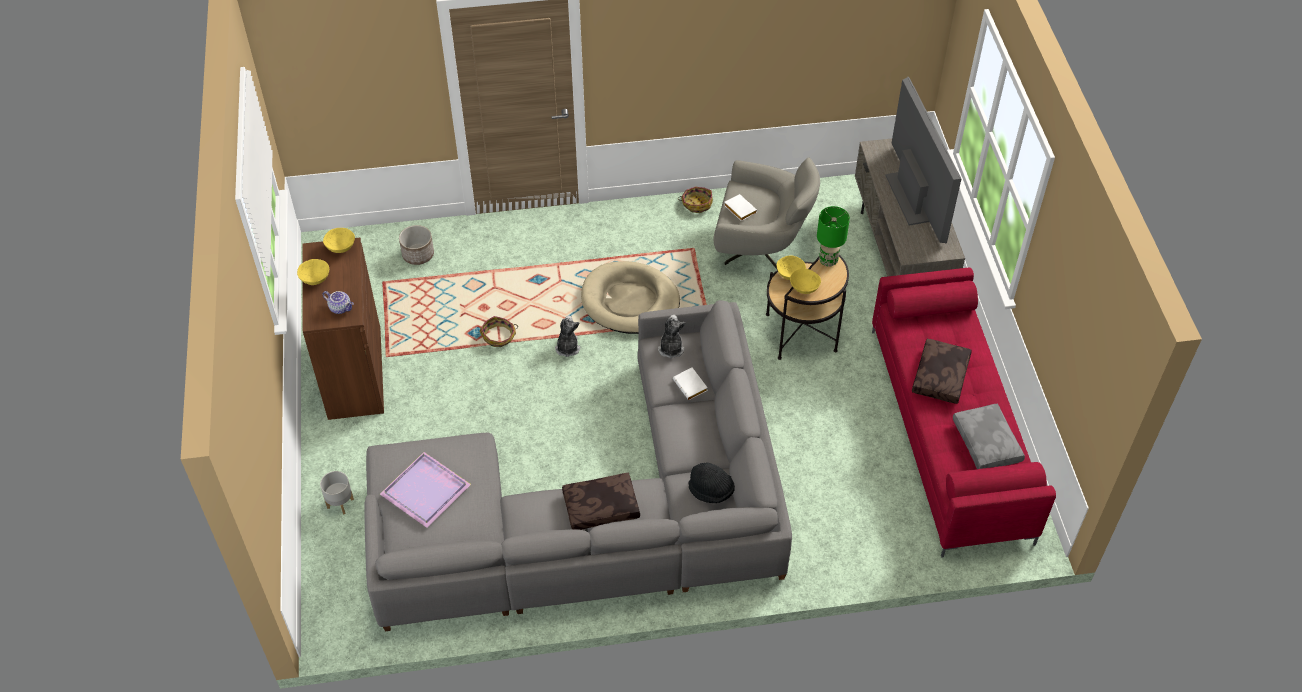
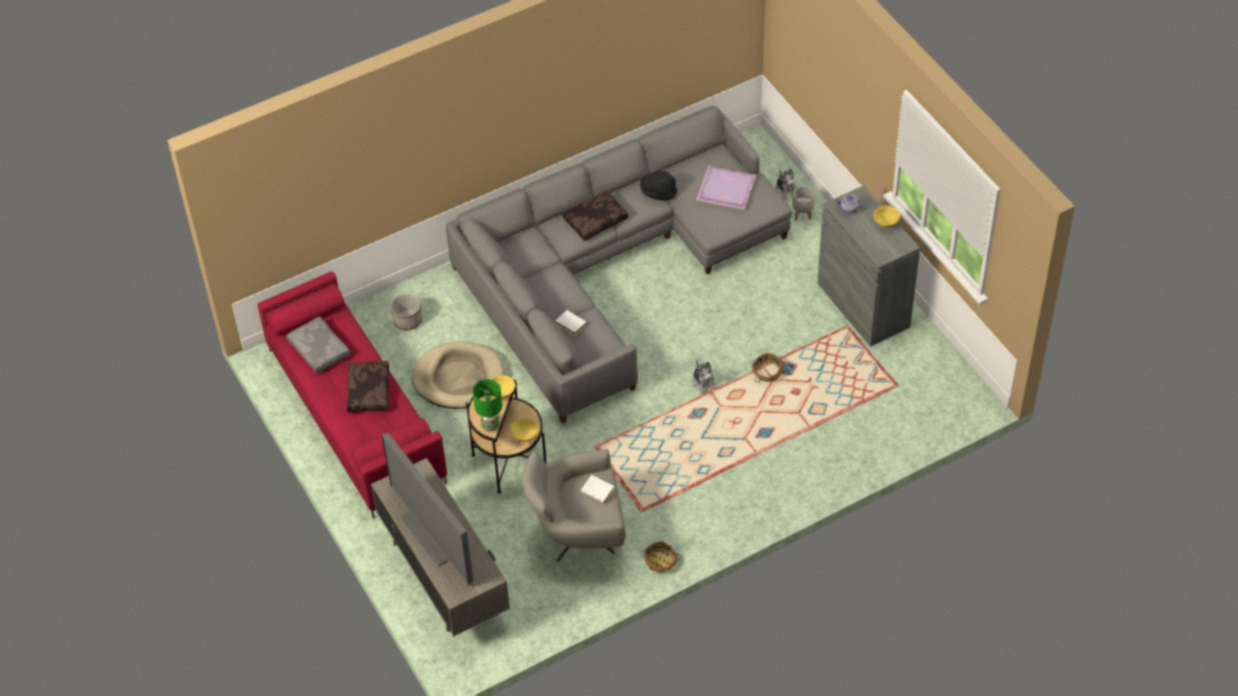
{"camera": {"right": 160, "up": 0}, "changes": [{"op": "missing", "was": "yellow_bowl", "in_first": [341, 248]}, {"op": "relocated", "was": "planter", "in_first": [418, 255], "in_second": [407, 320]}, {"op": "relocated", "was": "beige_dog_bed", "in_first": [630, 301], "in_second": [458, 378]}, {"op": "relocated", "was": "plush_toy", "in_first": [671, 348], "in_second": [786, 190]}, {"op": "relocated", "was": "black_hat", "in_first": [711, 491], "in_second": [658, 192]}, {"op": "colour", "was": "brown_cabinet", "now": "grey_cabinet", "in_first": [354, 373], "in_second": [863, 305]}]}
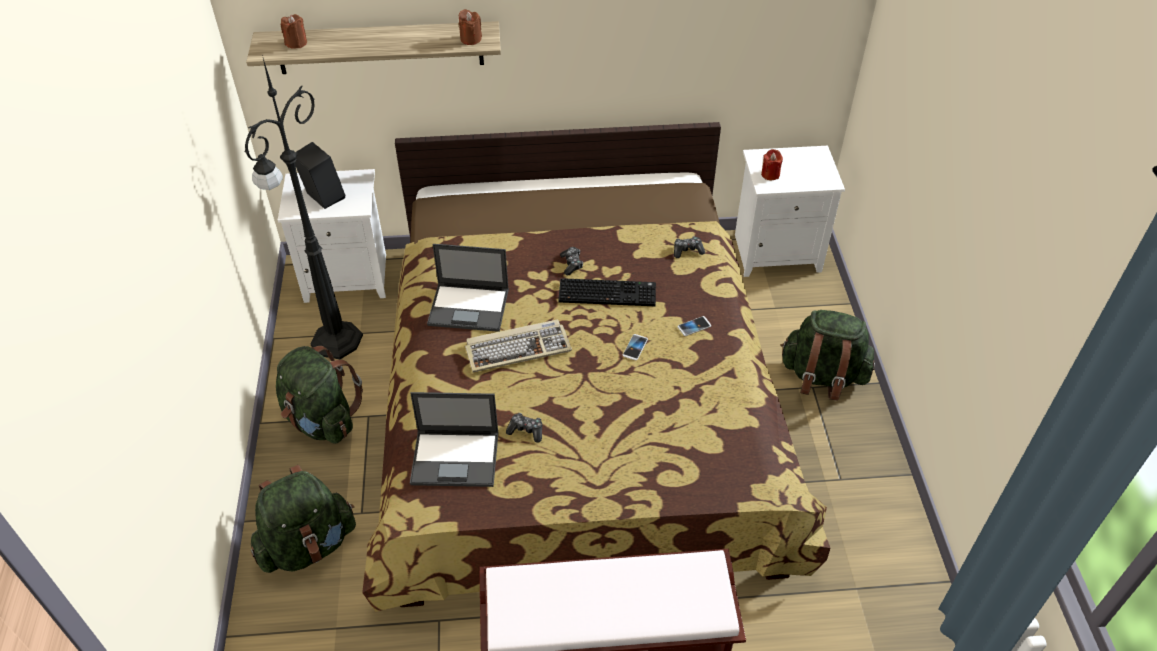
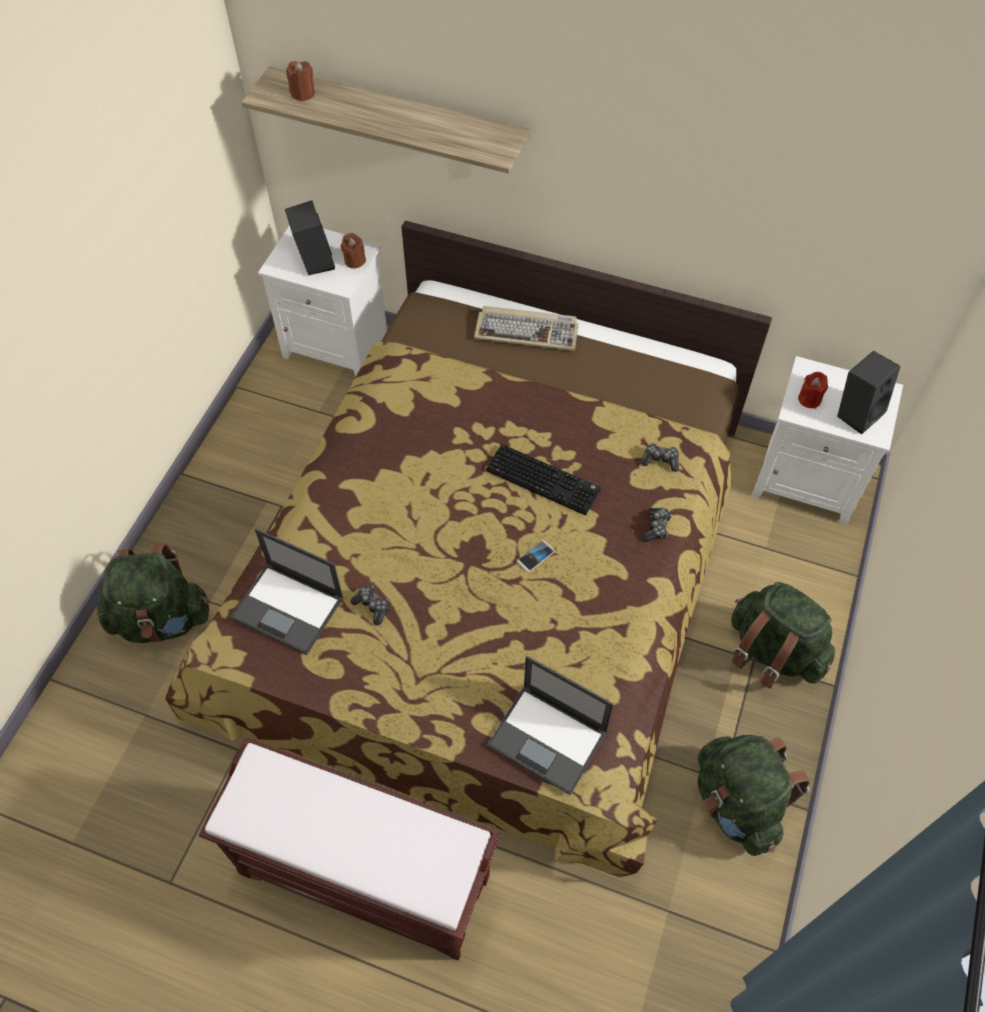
{"camera": {"right": 25, "up": 10}, "changes": [{"op": "missing", "was": "black_floor_lamp", "in_first": [335, 342]}, {"op": "missing", "was": "phone", "in_first": [694, 326]}, {"op": "appeared", "now": "black_speaker", "in_second": [857, 412]}, {"op": "relocated", "was": "green_backpack", "in_first": [322, 420], "in_second": [737, 803]}, {"op": "relocated", "was": "laptop", "in_first": [470, 307], "in_second": [549, 739]}, {"op": "relocated", "was": "brown_candle", "in_first": [470, 39], "in_second": [354, 261]}, {"op": "relocated", "was": "keyboard", "in_first": [518, 348], "in_second": [527, 331]}, {"op": "relocated", "was": "game_controller", "in_first": [571, 264], "in_second": [656, 527]}]}
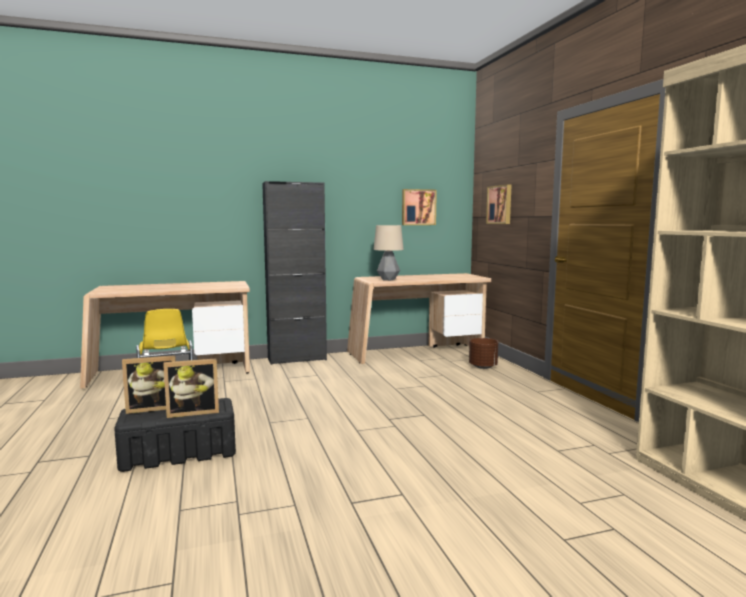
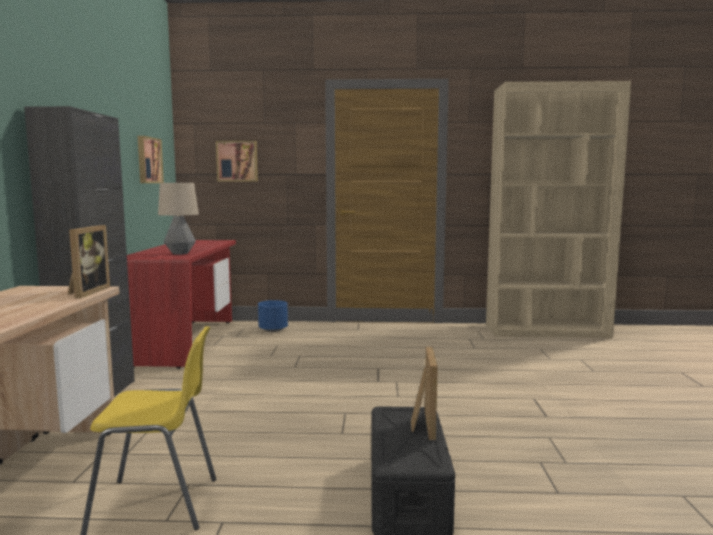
{"camera": {"right": -70, "up": 0}, "changes": [{"op": "relocated", "was": "picture_frame", "in_first": [153, 408], "in_second": [86, 292]}, {"op": "colour", "was": "beige_desk", "now": "red_desk", "in_first": [417, 353], "in_second": [186, 341]}, {"op": "colour", "was": "brown_planter", "now": "blue_planter", "in_first": [483, 367], "in_second": [273, 330]}]}
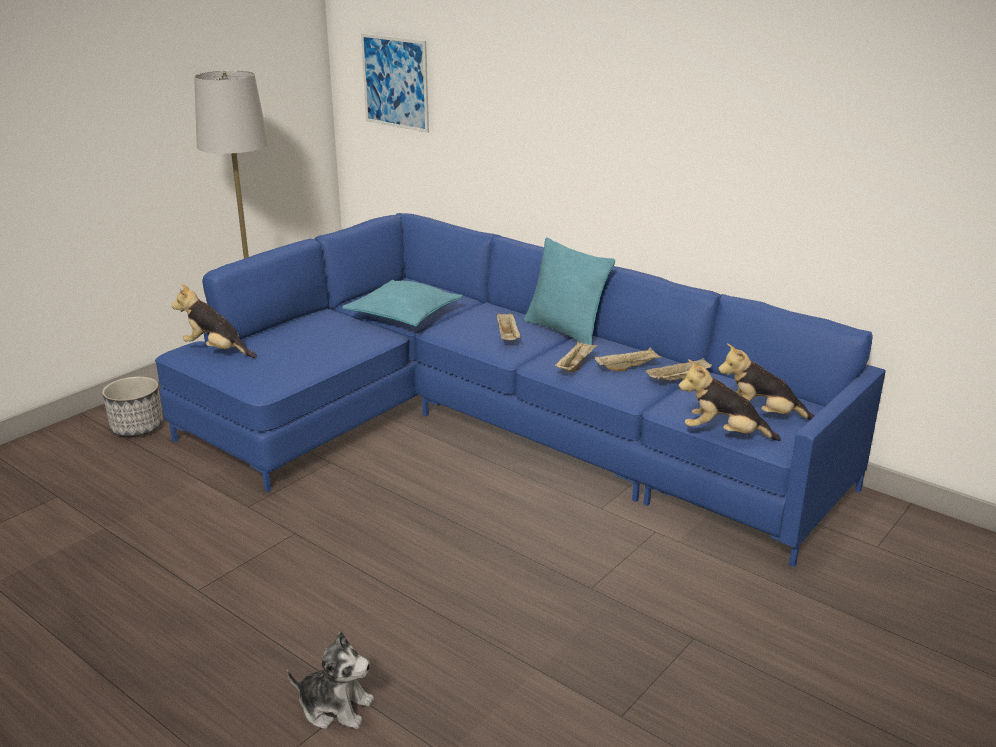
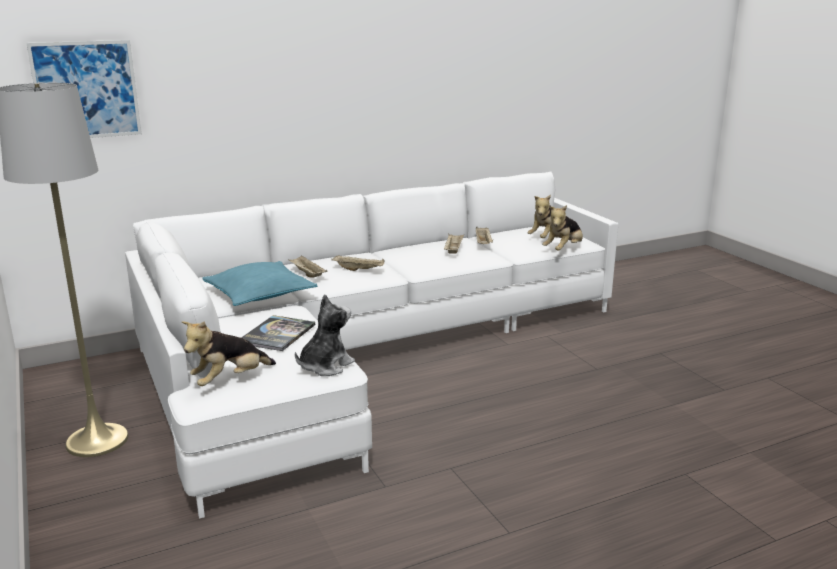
{"camera": {"right": -65, "up": -5}, "changes": [{"op": "missing", "was": "planter", "in_first": [138, 427]}, {"op": "missing", "was": "turquoise_pillow", "in_first": [565, 331]}, {"op": "appeared", "now": "book", "in_second": [277, 334]}, {"op": "relocated", "was": "plush_toy", "in_first": [335, 707], "in_second": [325, 366]}, {"op": "relocated", "was": "beige_tray", "in_first": [575, 366], "in_second": [307, 274]}, {"op": "colour", "was": "blue_sofa", "now": "white_sofa", "in_first": [491, 427], "in_second": [360, 354]}]}
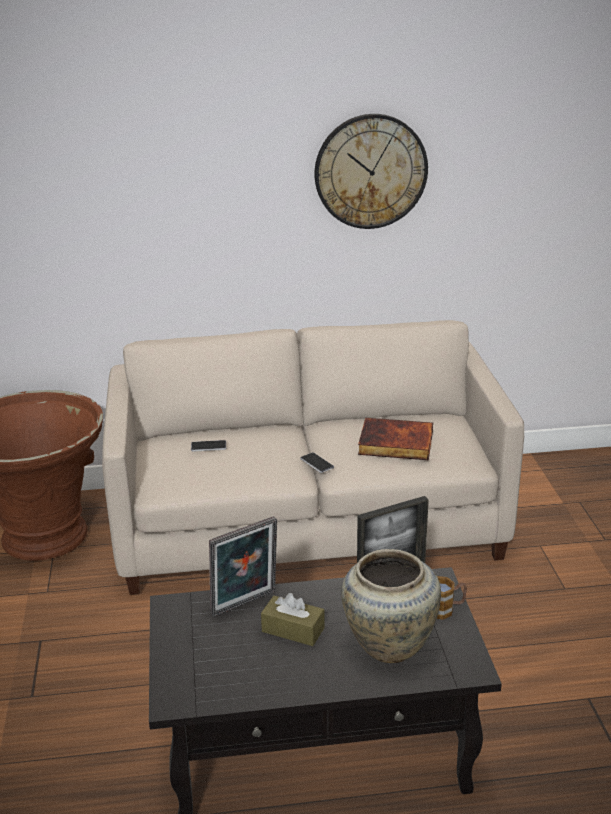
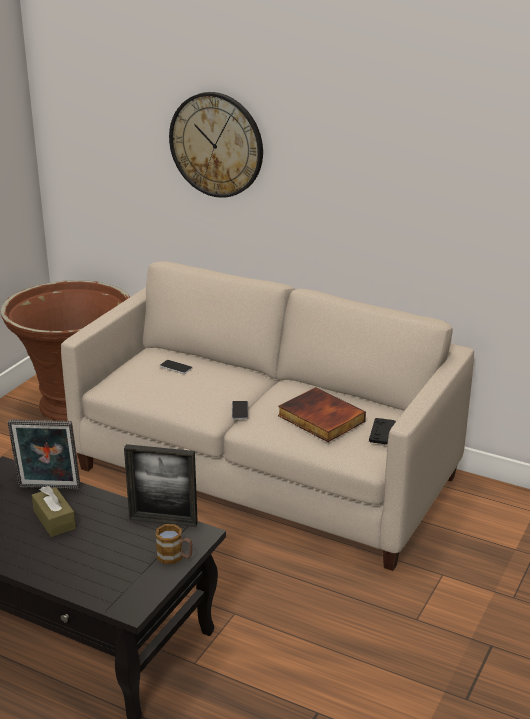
{"camera": {"right": 35, "up": 0}, "changes": [{"op": "missing", "was": "beige_vase", "in_first": [389, 642]}, {"op": "appeared", "now": "black_game_controller", "in_second": [382, 432]}, {"op": "relocated", "was": "wall_clock", "in_first": [370, 171], "in_second": [216, 144]}]}
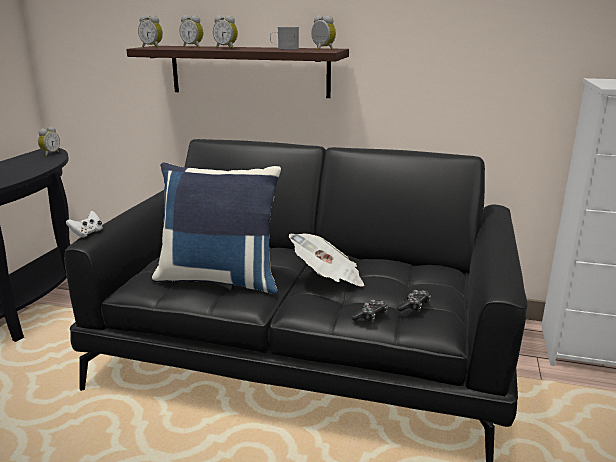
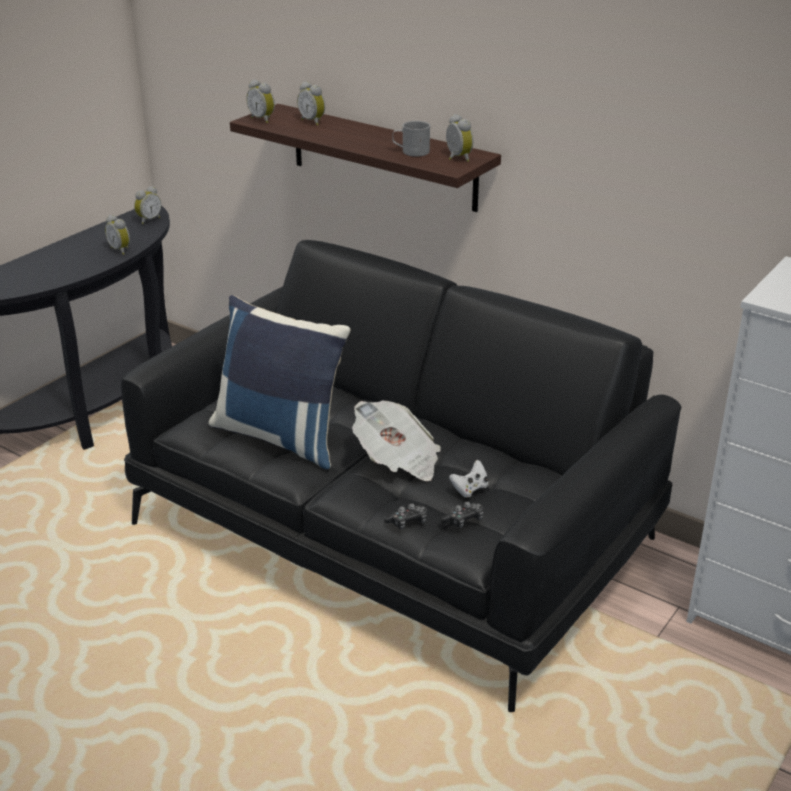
{"camera": {"right": 20, "up": 10}, "changes": [{"op": "relocated", "was": "white_game_controller", "in_first": [87, 233], "in_second": [470, 489]}, {"op": "relocated", "was": "alarm_clock", "in_first": [226, 48], "in_second": [121, 250]}]}
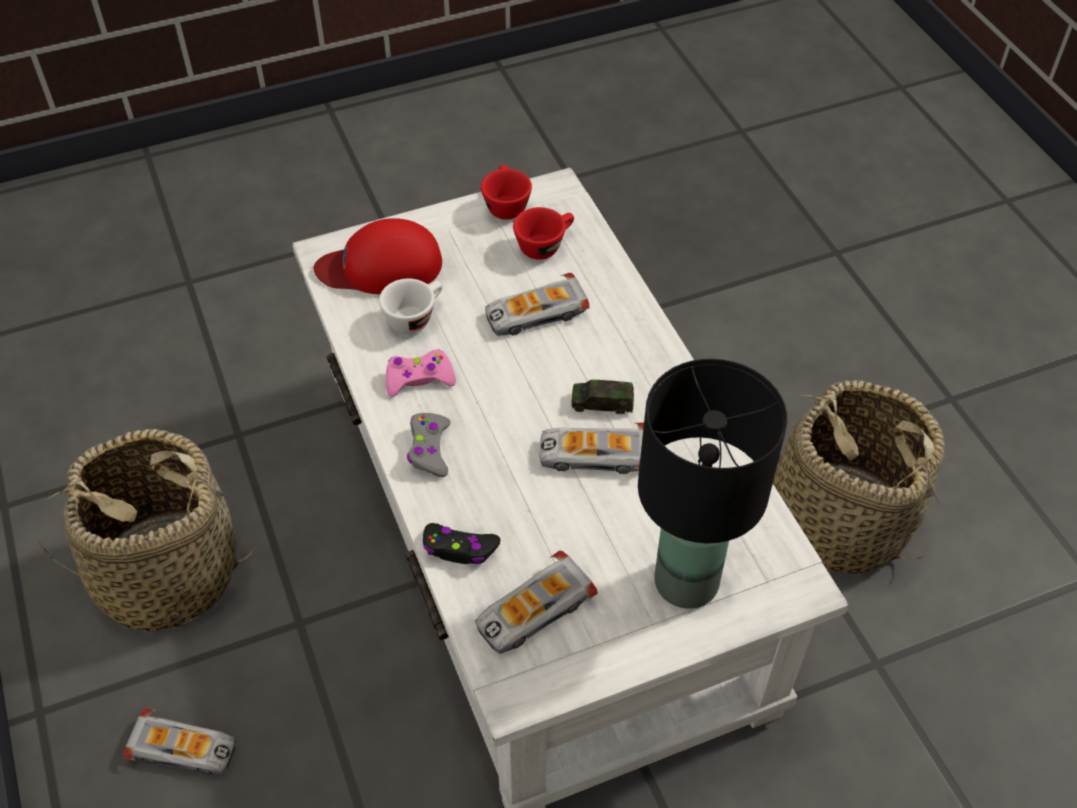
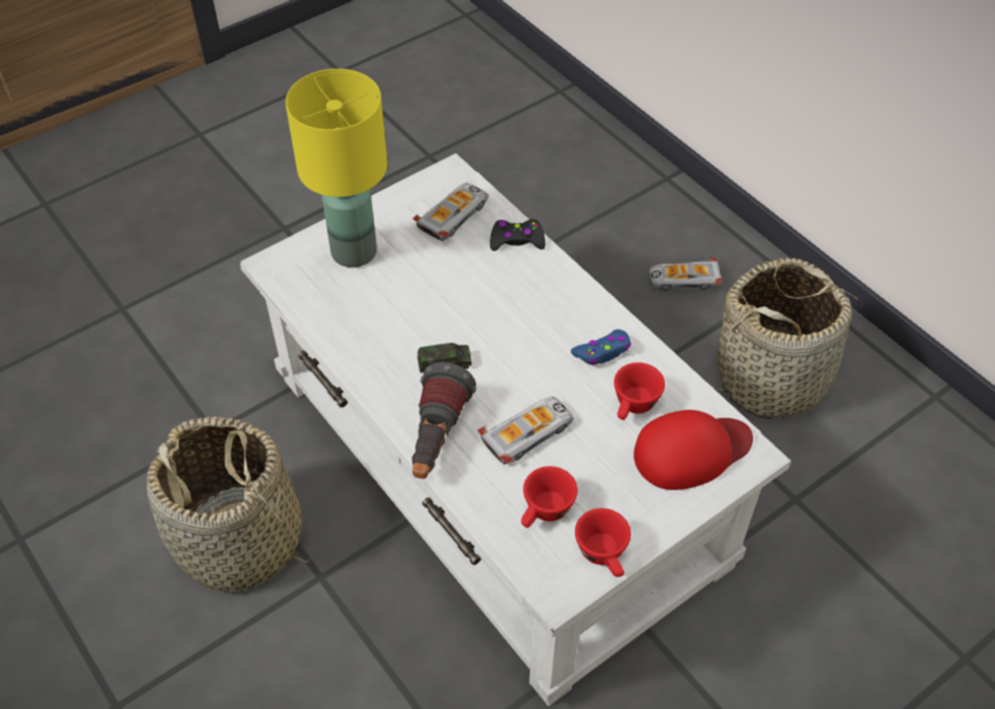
{"camera": {"right": 165, "up": 0}, "changes": [{"op": "missing", "was": "grey_game_controller", "in_first": [429, 449]}, {"op": "missing", "was": "toy_car", "in_first": [593, 454]}, {"op": "appeared", "now": "flashlight", "in_second": [436, 440]}, {"op": "colour", "was": "white_cup", "now": "red_cup", "in_first": [415, 317], "in_second": [634, 407]}, {"op": "colour", "was": "pink_game_controller", "now": "blue_game_controller", "in_first": [419, 379], "in_second": [602, 352]}, {"op": "colour", "was": "black_table_lamp", "now": "yellow_table_lamp", "in_first": [684, 580], "in_second": [355, 252]}]}
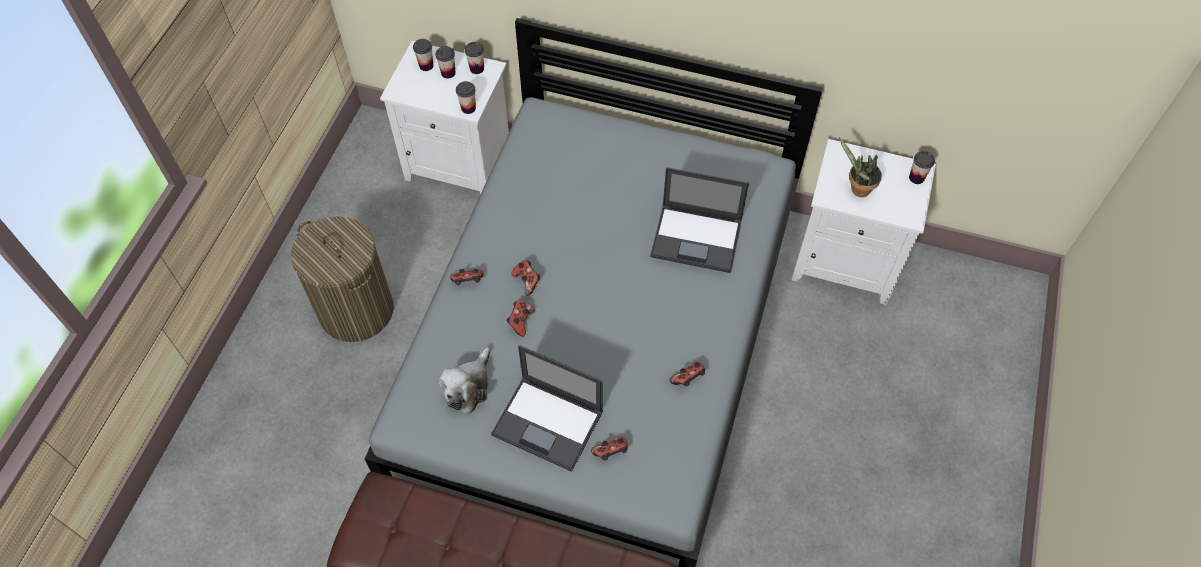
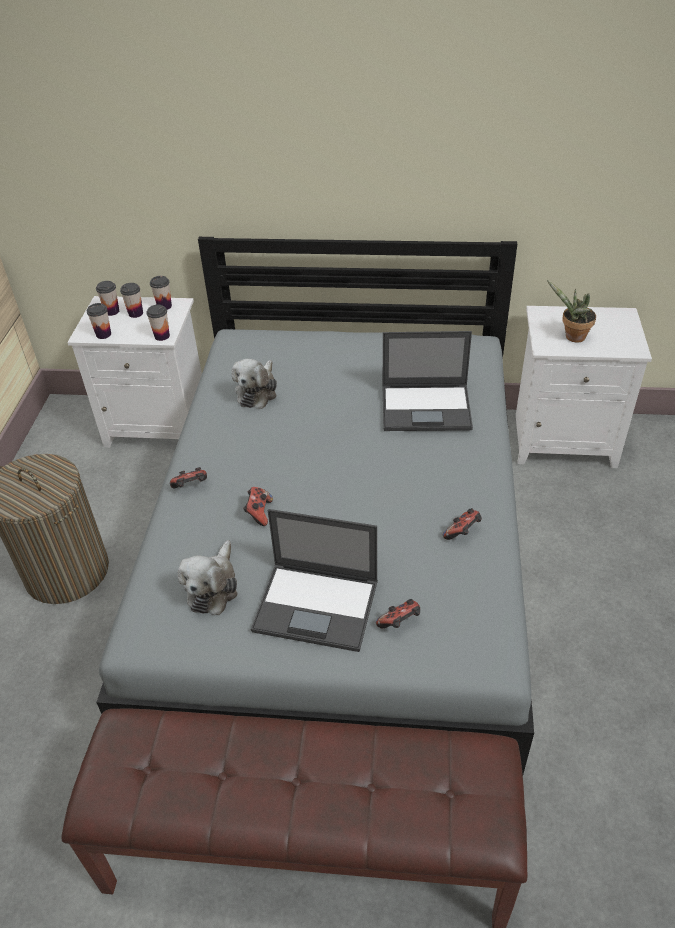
{"camera": {"right": -10, "up": -15}, "changes": [{"op": "missing", "was": "game_controller", "in_first": [527, 281]}, {"op": "appeared", "now": "plush_toy", "in_second": [257, 392]}, {"op": "relocated", "was": "cup", "in_first": [916, 178], "in_second": [103, 334]}]}
